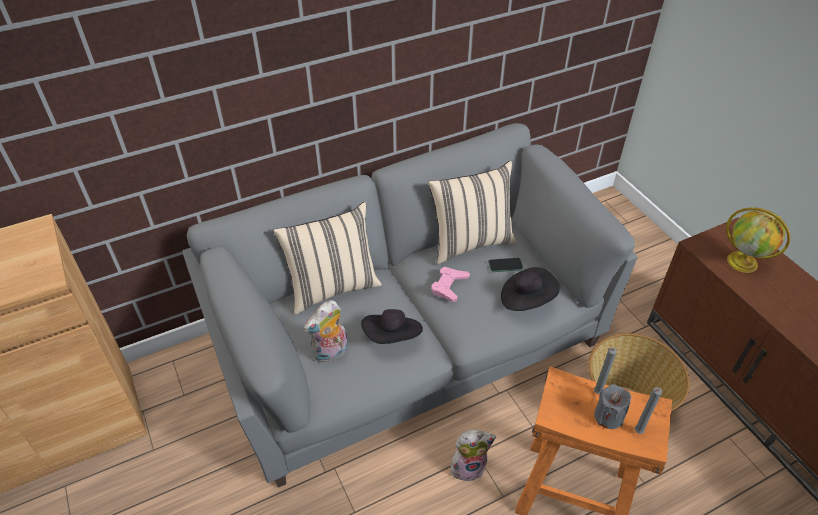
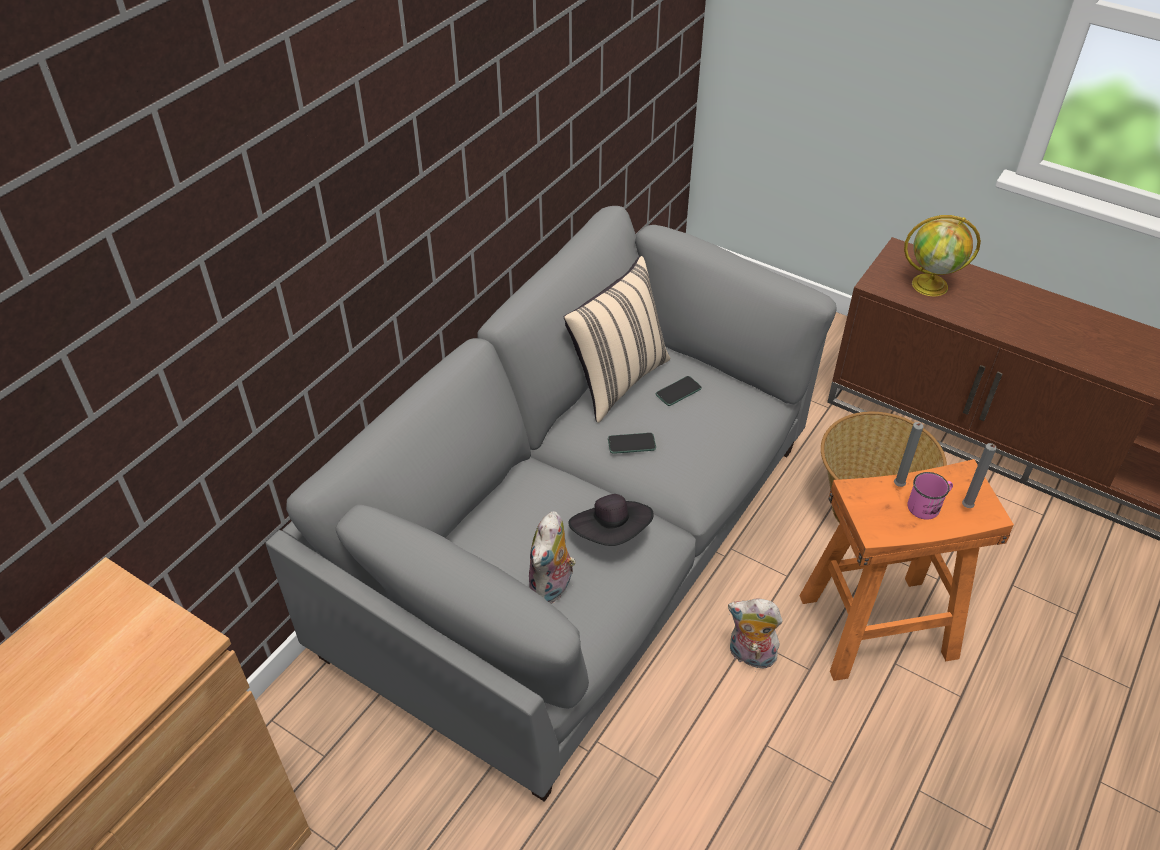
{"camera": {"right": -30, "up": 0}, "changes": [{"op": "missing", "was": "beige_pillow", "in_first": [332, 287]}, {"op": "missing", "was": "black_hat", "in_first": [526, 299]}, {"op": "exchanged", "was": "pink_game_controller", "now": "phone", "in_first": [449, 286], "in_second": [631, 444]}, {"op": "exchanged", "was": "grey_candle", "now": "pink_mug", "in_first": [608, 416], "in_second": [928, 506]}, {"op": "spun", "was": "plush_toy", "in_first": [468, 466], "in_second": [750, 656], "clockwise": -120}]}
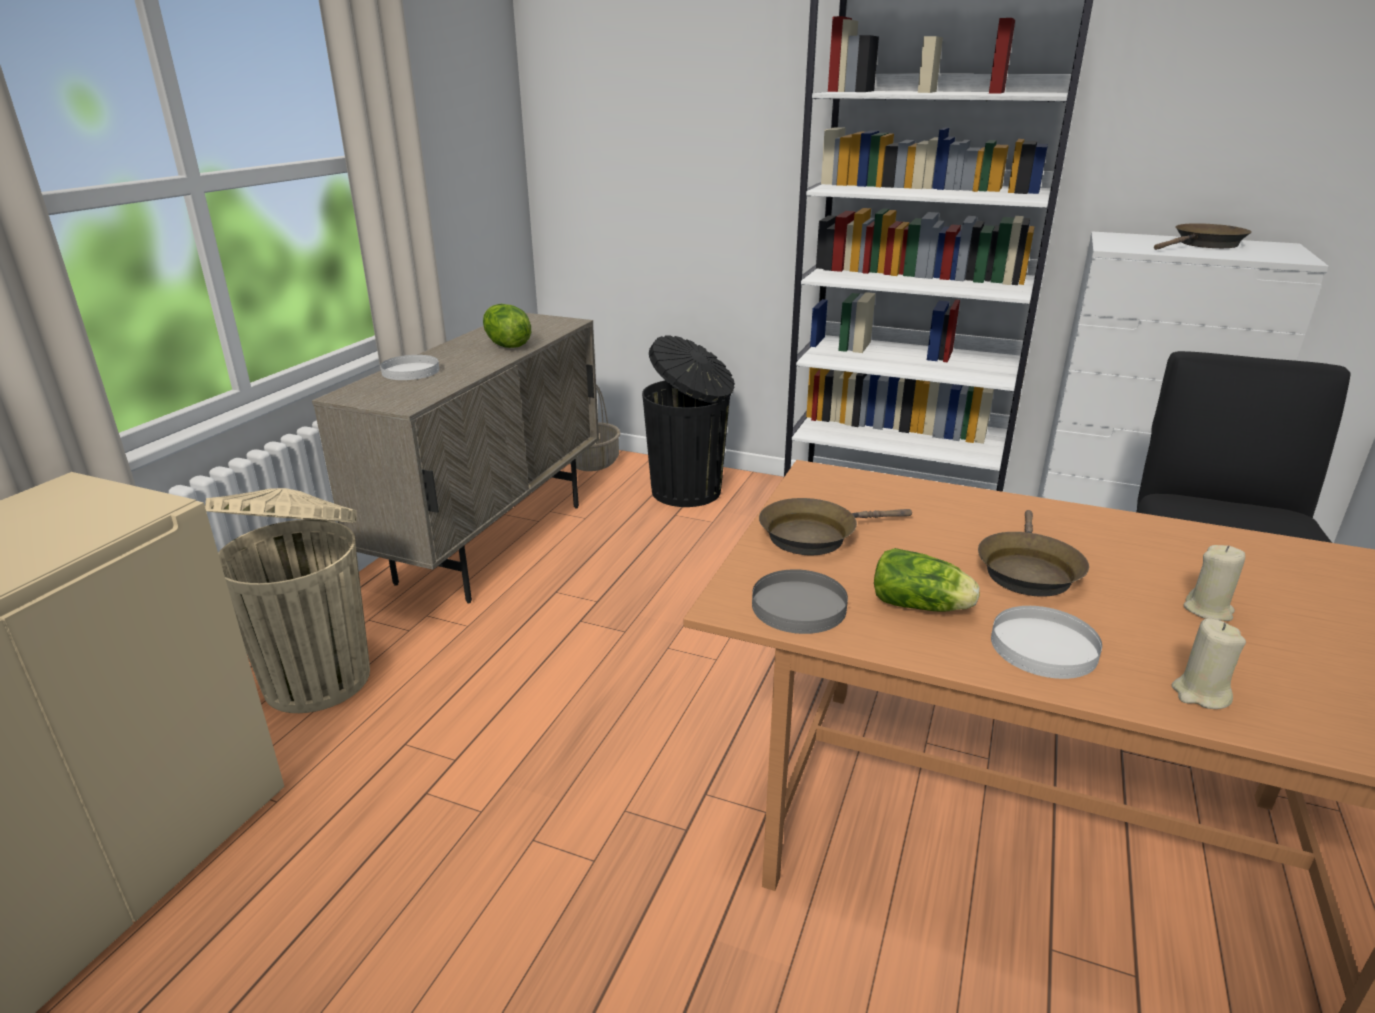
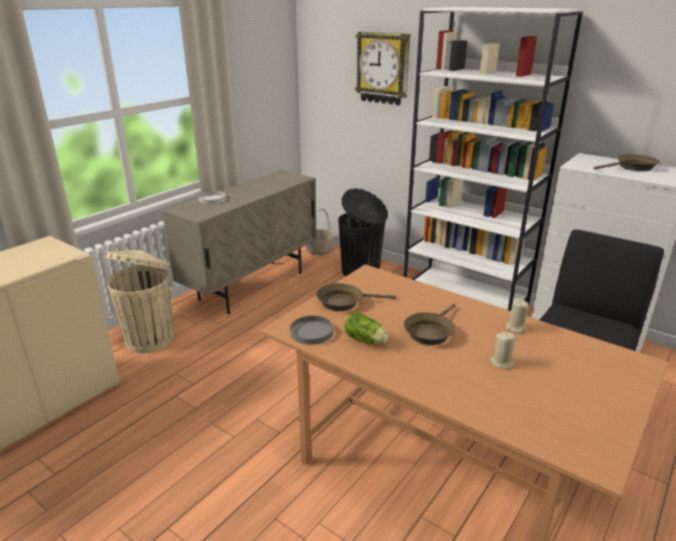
{"camera": {"right": 15, "up": 0}, "changes": [{"op": "missing", "was": "lettuce", "in_first": [506, 345]}, {"op": "missing", "was": "white_plate", "in_first": [1044, 647]}, {"op": "appeared", "now": "wall_clock", "in_second": [383, 68]}, {"op": "relocated", "was": "beige_candle", "in_first": [1200, 694], "in_second": [515, 328]}]}
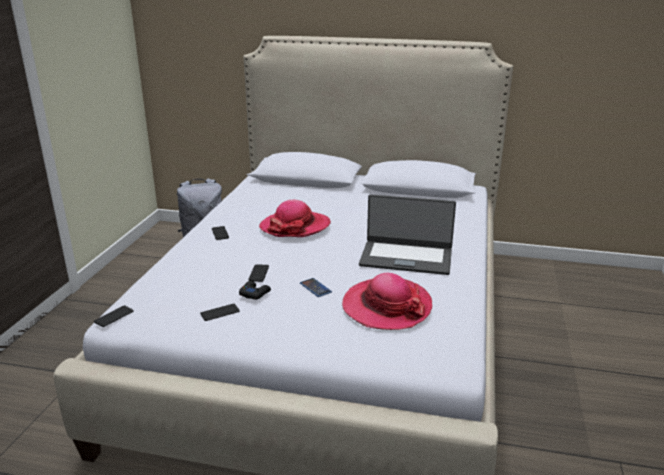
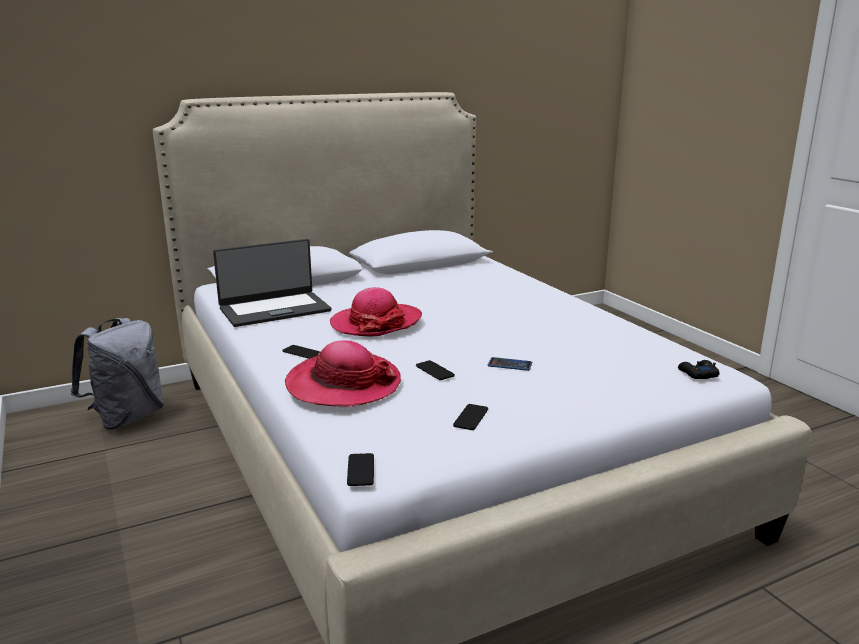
{"camera": {"right": -40, "up": -5}, "changes": [{"op": "relocated", "was": "black_game_controller", "in_first": [254, 293], "in_second": [697, 374]}, {"op": "relocated", "was": "hat", "in_first": [386, 307], "in_second": [343, 384]}, {"op": "relocated", "was": "laptop", "in_first": [406, 257], "in_second": [274, 309]}]}
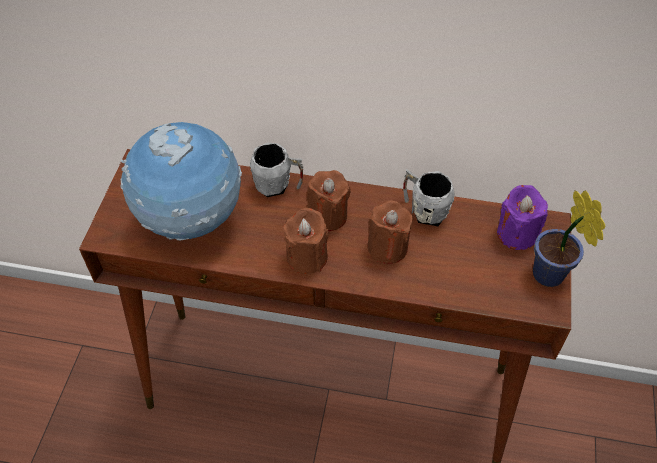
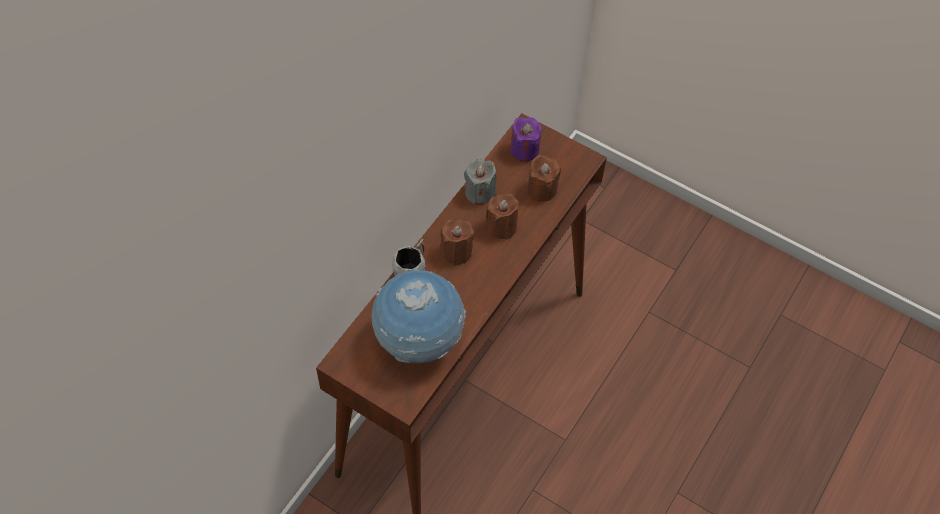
{"camera": {"right": -70, "up": 5}, "changes": [{"op": "missing", "was": "potted_plant", "in_first": [550, 278]}, {"op": "relocated", "was": "brown_candle", "in_first": [307, 257], "in_second": [542, 189]}, {"op": "exchanged", "was": "grey_mug", "now": "grey_candle", "in_first": [424, 210], "in_second": [480, 192]}]}
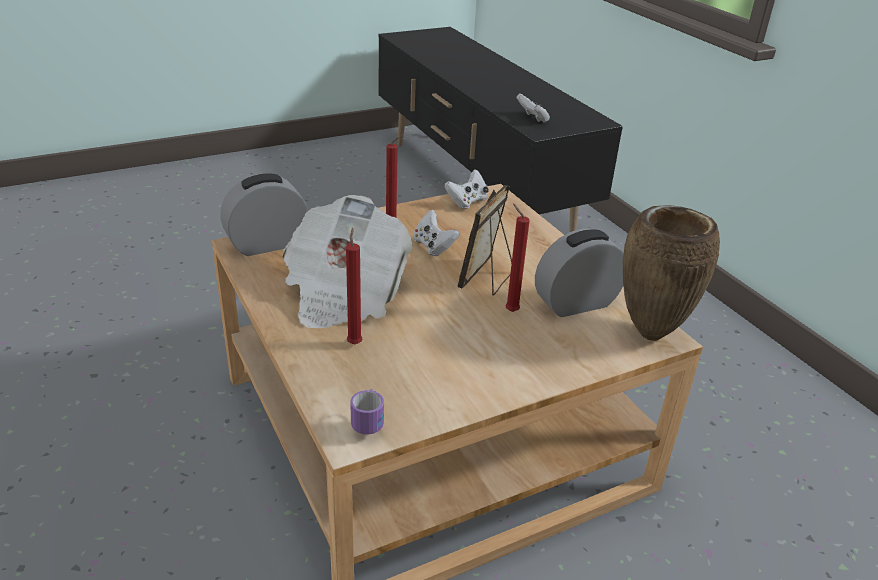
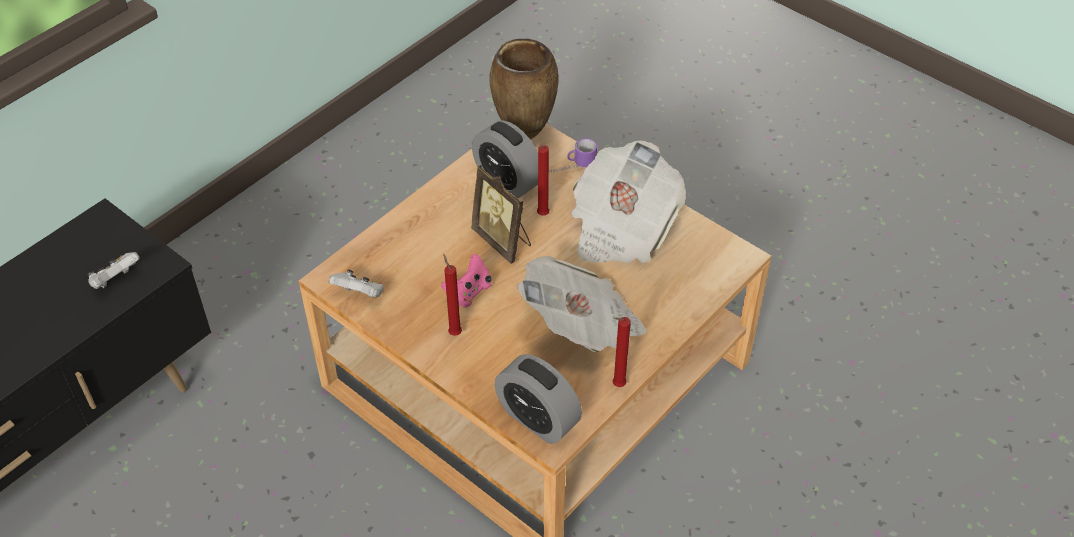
{"camera": {"right": -110, "up": 15}, "changes": [{"op": "appeared", "now": "newspaper", "in_second": [621, 227]}, {"op": "relocated", "was": "red_candle", "in_first": [354, 342], "in_second": [617, 385]}, {"op": "relocated", "was": "mug", "in_first": [370, 417], "in_second": [572, 168]}, {"op": "colour", "was": "white_game_controller", "now": "pink_game_controller", "in_first": [433, 247], "in_second": [469, 292]}, {"op": "spun", "was": "picture_frame", "in_first": [487, 279], "in_second": [503, 241], "clockwise": 45}]}
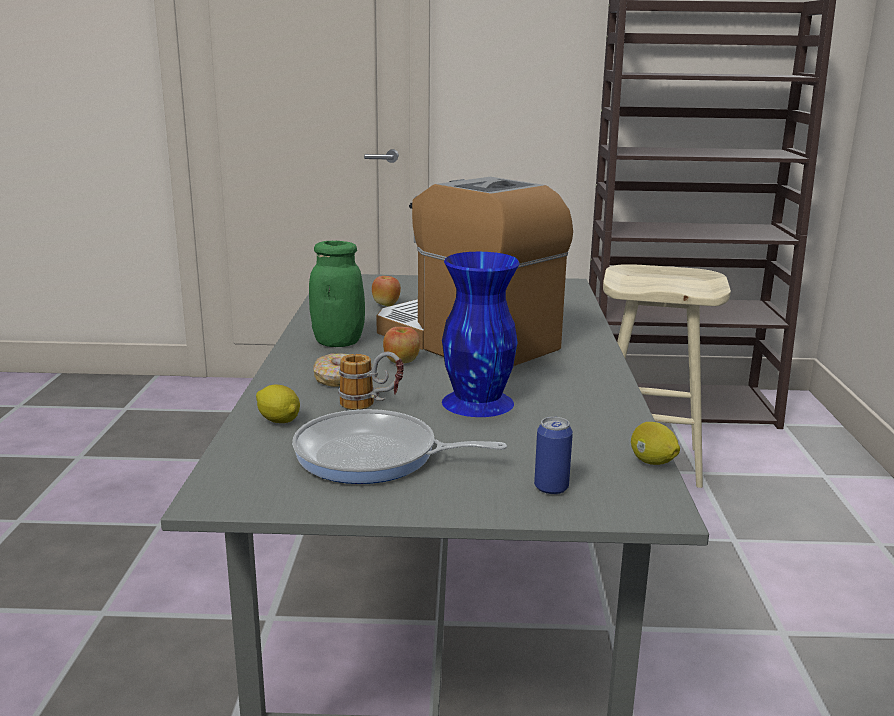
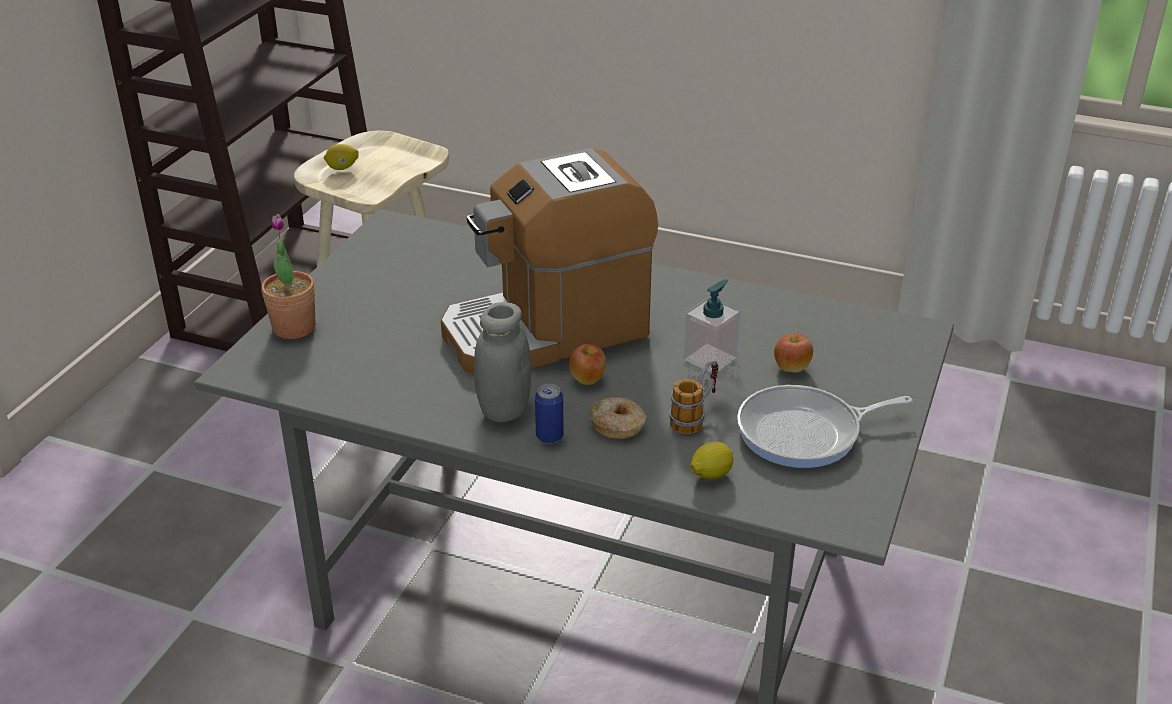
{"camera": {"right": -70, "up": 15}, "changes": [{"op": "appeared", "now": "potted_plant", "in_second": [294, 327]}, {"op": "relocated", "was": "apple", "in_first": [386, 304], "in_second": [791, 368]}, {"op": "relocated", "was": "can", "in_first": [551, 488], "in_second": [549, 436]}, {"op": "relocated", "was": "lemon", "in_first": [652, 462], "in_second": [342, 168]}, {"op": "exchanged", "was": "blue_vase", "now": "soap_dispenser", "in_first": [478, 402], "in_second": [710, 358]}, {"op": "colour", "was": "green_jar", "now": "grey_jar", "in_first": [338, 342], "in_second": [504, 409]}, {"op": "spun", "was": "frying_pan", "in_first": [373, 457], "in_second": [805, 433], "clockwise": 45}]}
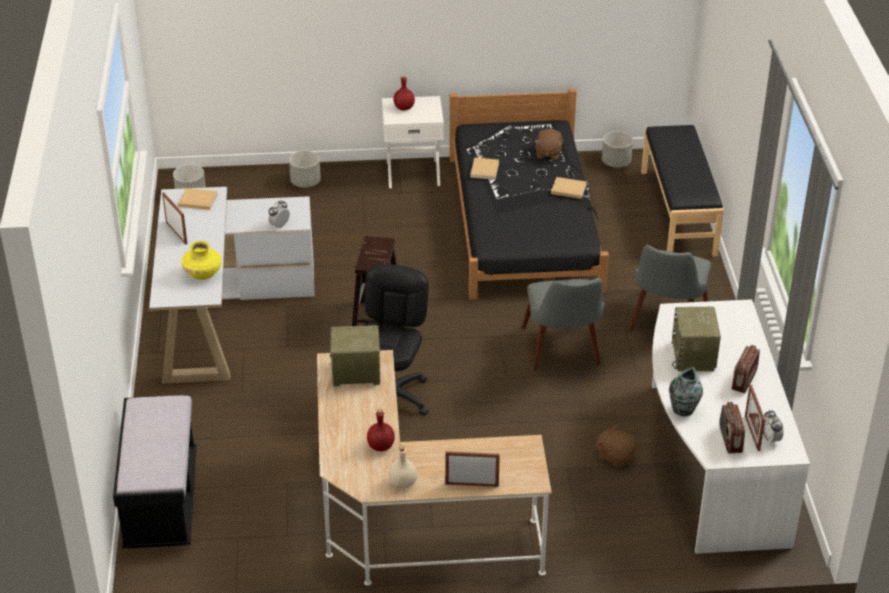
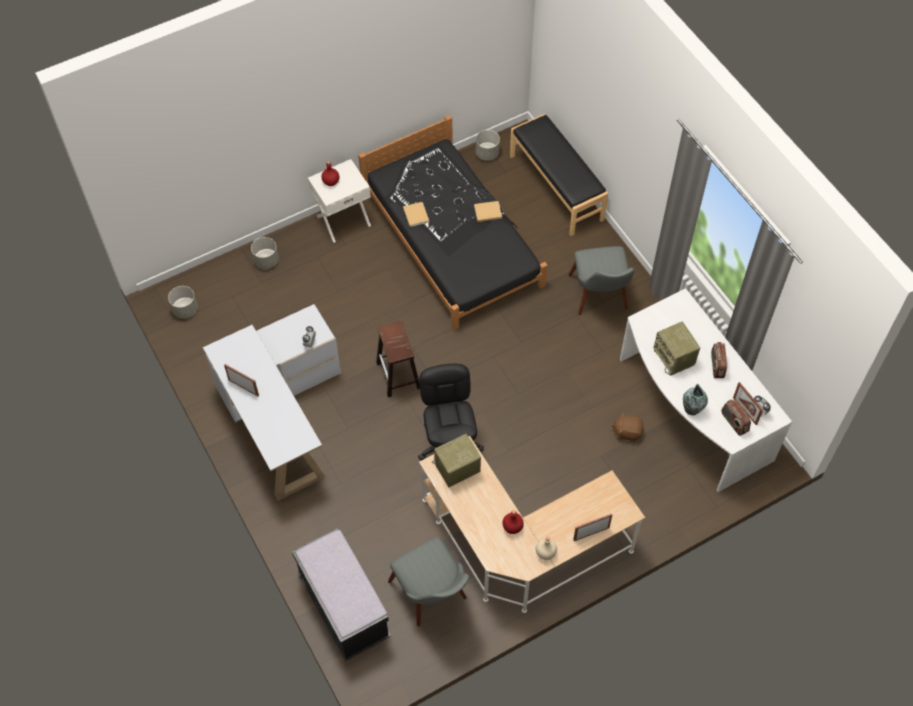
{"camera": {"right": -25, "up": 20}, "changes": [{"op": "missing", "was": "beige_book", "in_first": [197, 200]}, {"op": "missing", "was": "yellow_vase", "in_first": [203, 274]}, {"op": "missing", "was": "brown_plush_toy", "in_first": [548, 154]}, {"op": "relocated", "was": "grey_chair", "in_first": [563, 353], "in_second": [433, 597]}]}
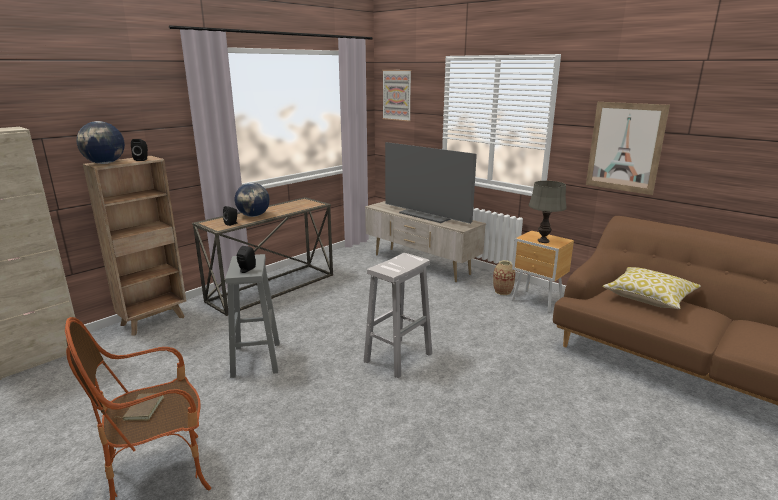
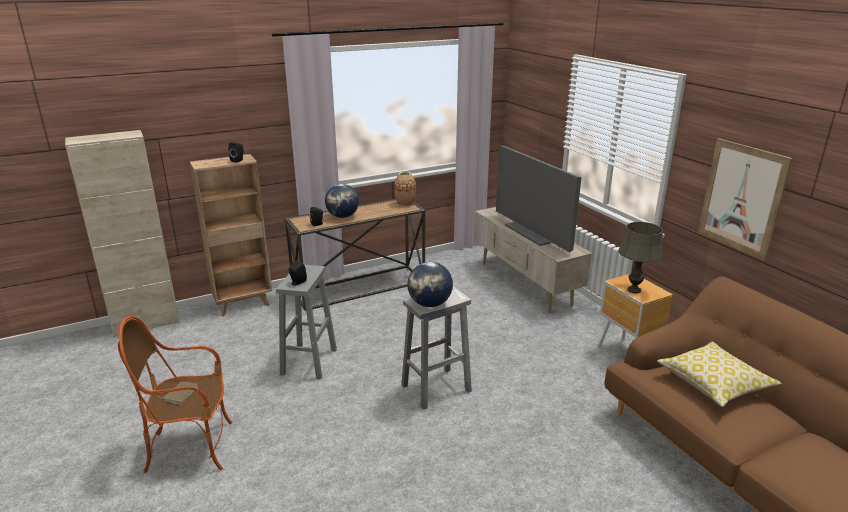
{"camera": {"right": 20, "up": 5}, "changes": [{"op": "missing", "was": "picture", "in_first": [397, 95]}, {"op": "relocated", "was": "globe", "in_first": [105, 163], "in_second": [430, 304]}, {"op": "relocated", "was": "vase", "in_first": [502, 291], "in_second": [405, 203]}]}
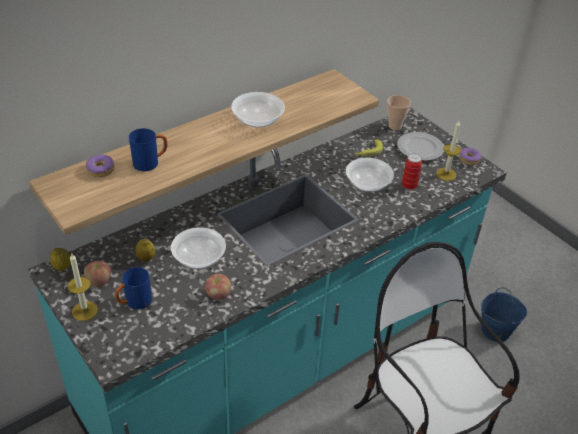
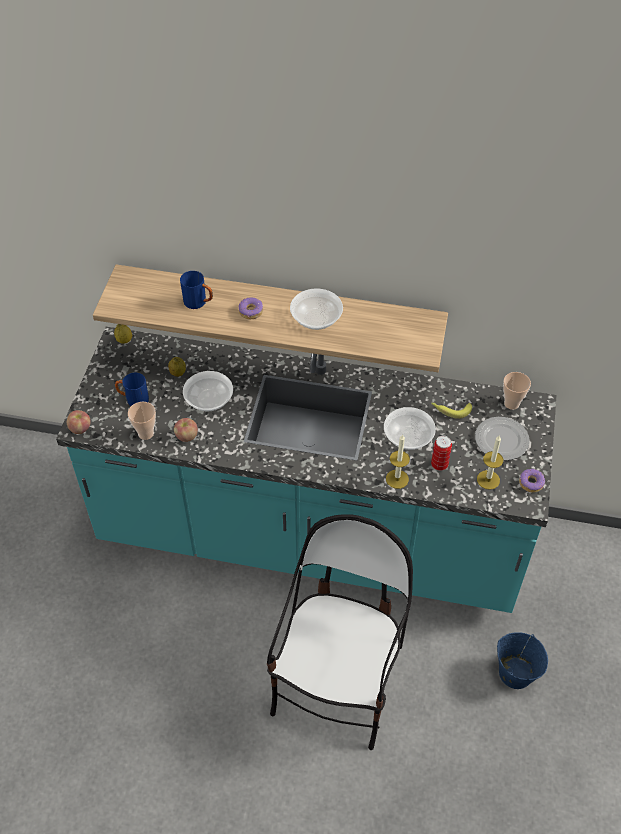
{"camera": {"right": 50, "up": 10}, "changes": [{"op": "appeared", "now": "cup", "in_second": [146, 433]}, {"op": "relocated", "was": "candle", "in_first": [85, 311], "in_second": [397, 479]}, {"op": "relocated", "was": "apple", "in_first": [99, 281], "in_second": [80, 428]}, {"op": "relocated", "was": "donut", "in_first": [101, 170], "in_second": [251, 312]}]}
